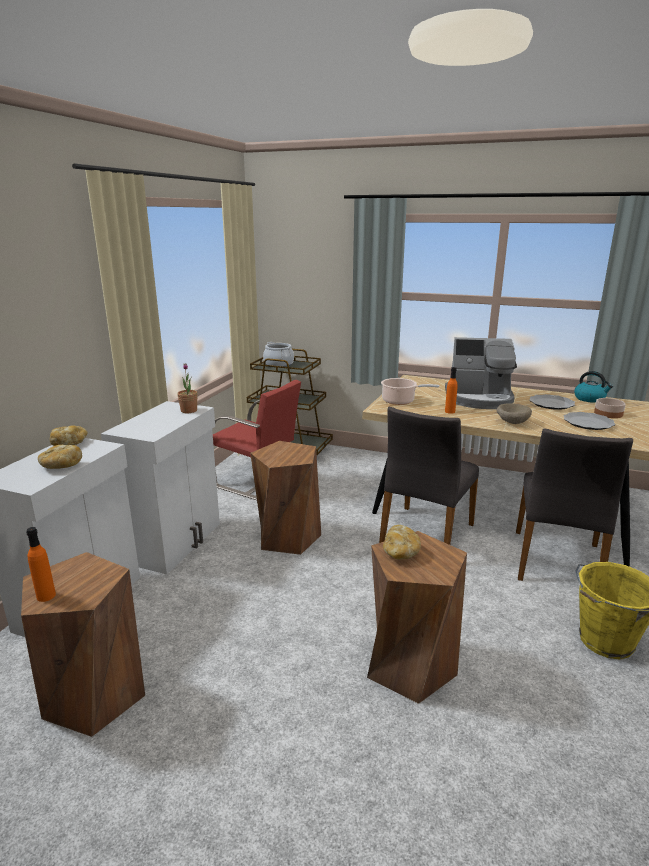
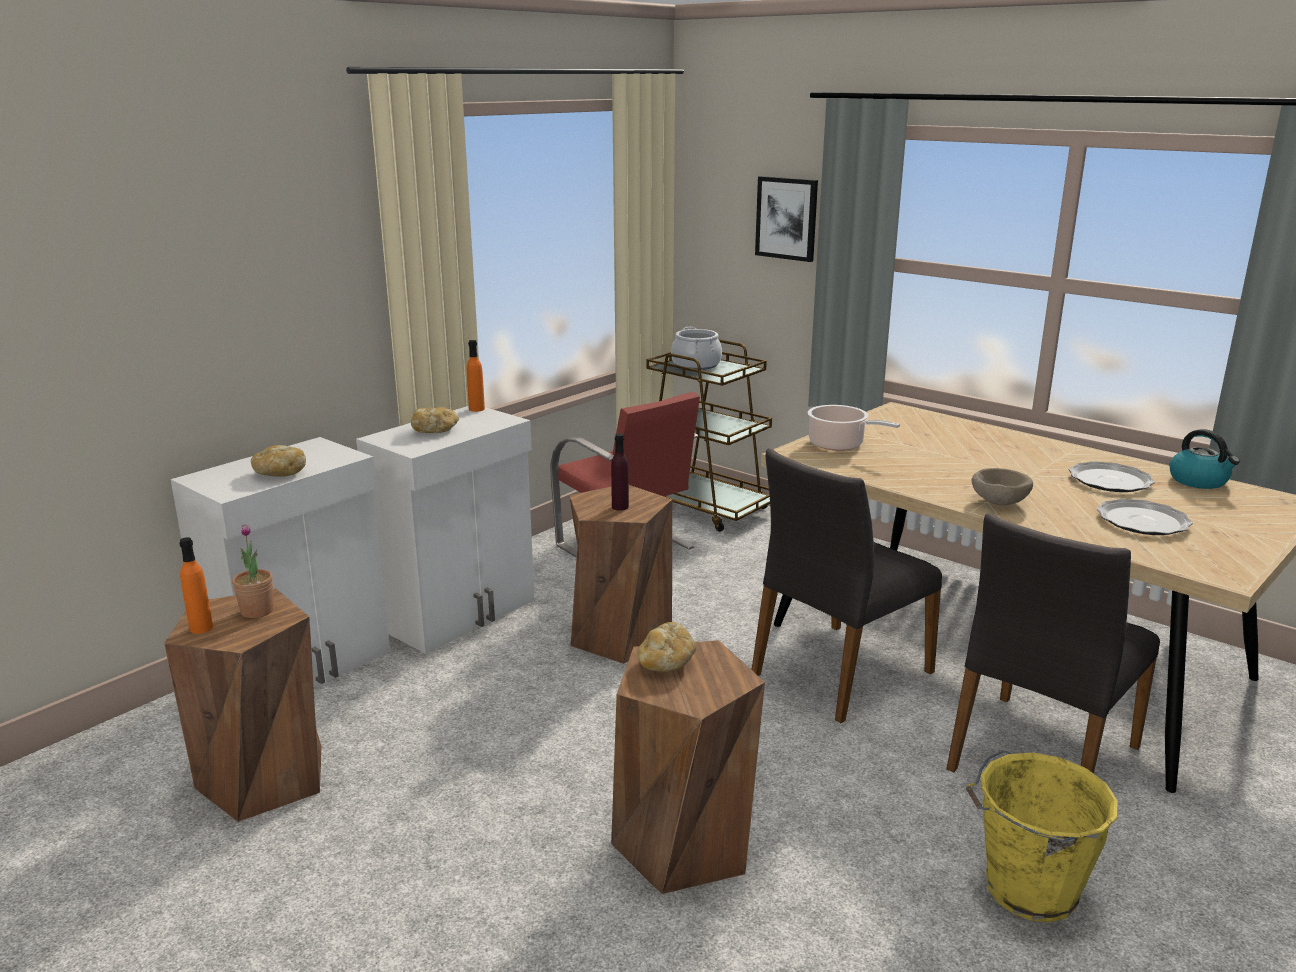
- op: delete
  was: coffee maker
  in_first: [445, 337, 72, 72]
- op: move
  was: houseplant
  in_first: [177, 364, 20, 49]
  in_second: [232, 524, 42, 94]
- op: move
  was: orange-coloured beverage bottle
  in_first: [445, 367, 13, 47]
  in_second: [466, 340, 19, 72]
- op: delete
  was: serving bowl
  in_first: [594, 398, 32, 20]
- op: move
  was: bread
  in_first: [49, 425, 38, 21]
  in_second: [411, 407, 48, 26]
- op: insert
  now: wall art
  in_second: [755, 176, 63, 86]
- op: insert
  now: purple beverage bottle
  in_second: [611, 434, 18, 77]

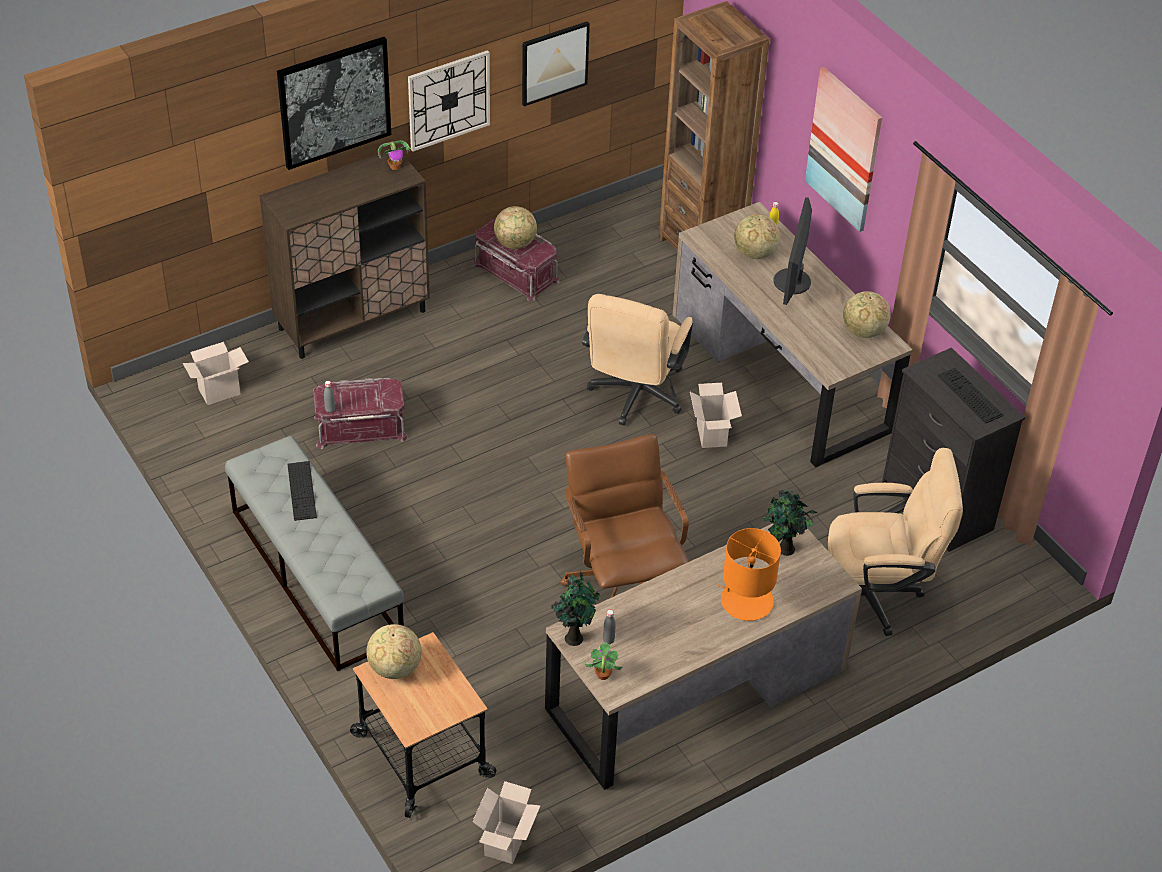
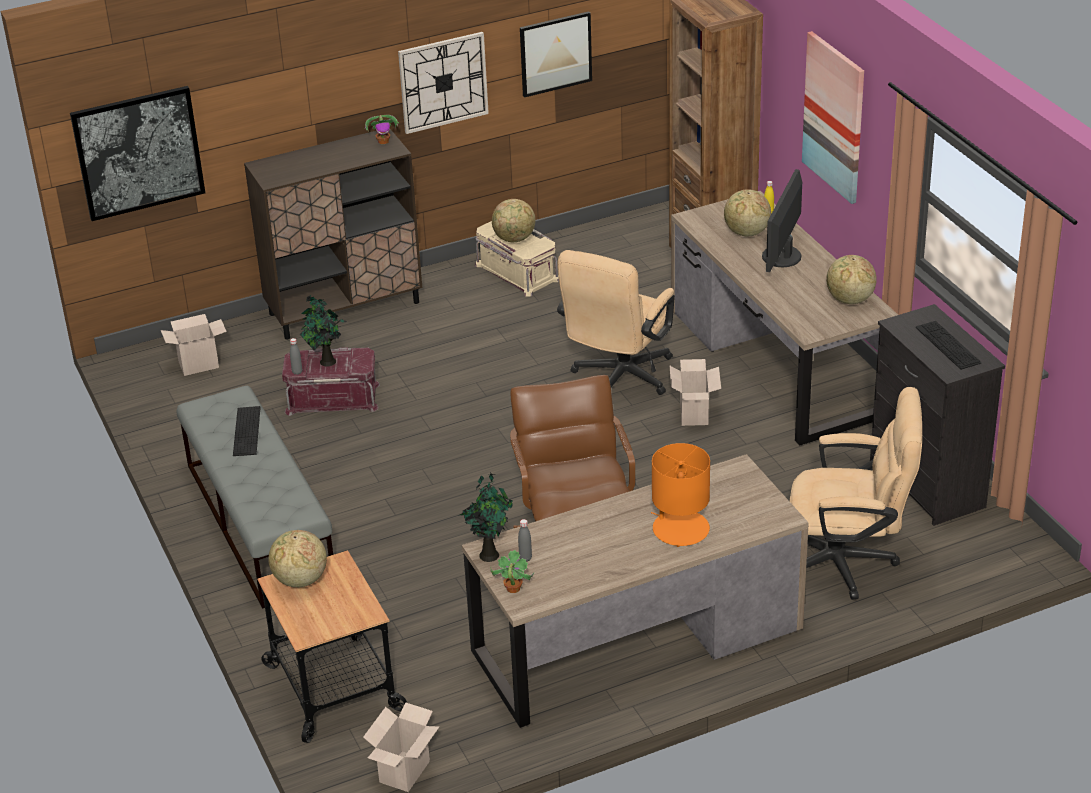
- op: move
  was: wall art
  in_first: [277, 37, 114, 133]
  in_second: [70, 86, 135, 135]
- op: recolor
  was: red storage box
  now: beige storage box
  in_first: [472, 218, 88, 83]
  in_second: [475, 221, 84, 75]
- op: move
  was: houseplant
  in_first: [764, 489, 53, 67]
  in_second: [300, 295, 47, 72]

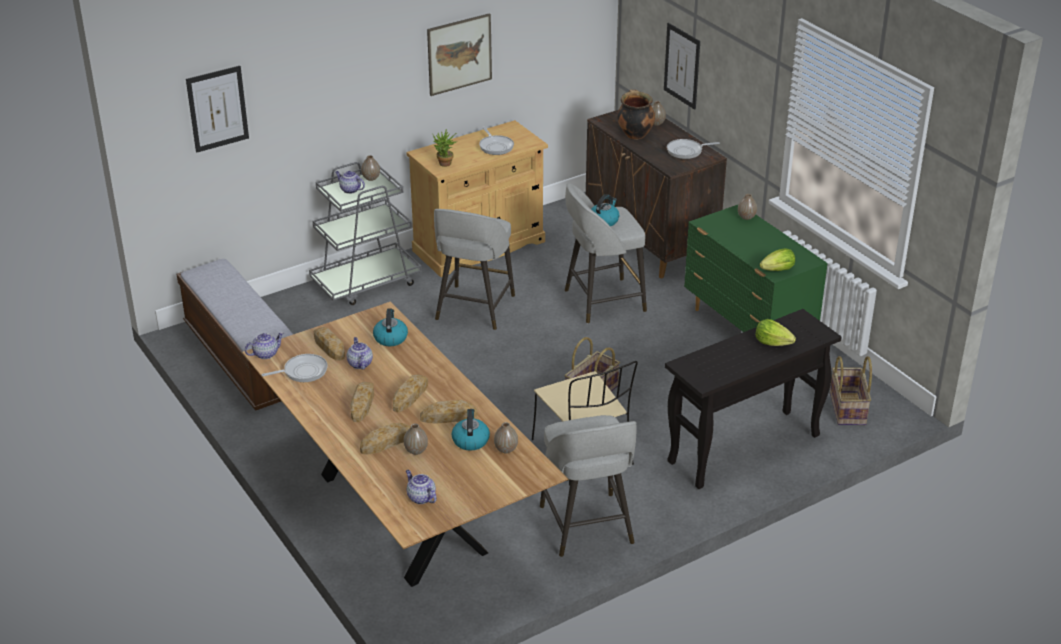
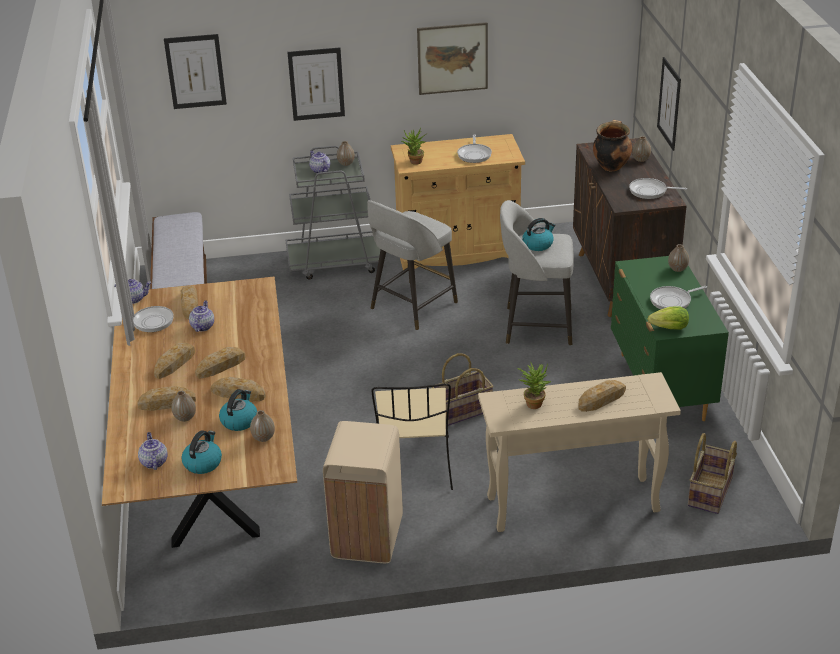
- op: move
  was: tea kettle
  in_first: [373, 308, 35, 38]
  in_second: [182, 431, 40, 43]
- op: recolor
  was: blackish console table
  now: beige console table
  in_first: [665, 309, 177, 180]
  in_second: [478, 372, 203, 160]
- op: replace
  was: lettuce head
  now: bread
  in_first: [755, 319, 41, 27]
  in_second: [578, 380, 48, 32]
- op: replace
  was: grey stool
  now: beige rubbish bin
  in_first: [540, 415, 97, 142]
  in_second: [323, 421, 80, 142]
- op: insert
  now: wall art
  in_second: [287, 47, 58, 74]
- op: insert
  now: frying pan
  in_second: [650, 286, 57, 23]
- op: insert
  now: houseplant
  in_second: [518, 361, 33, 48]

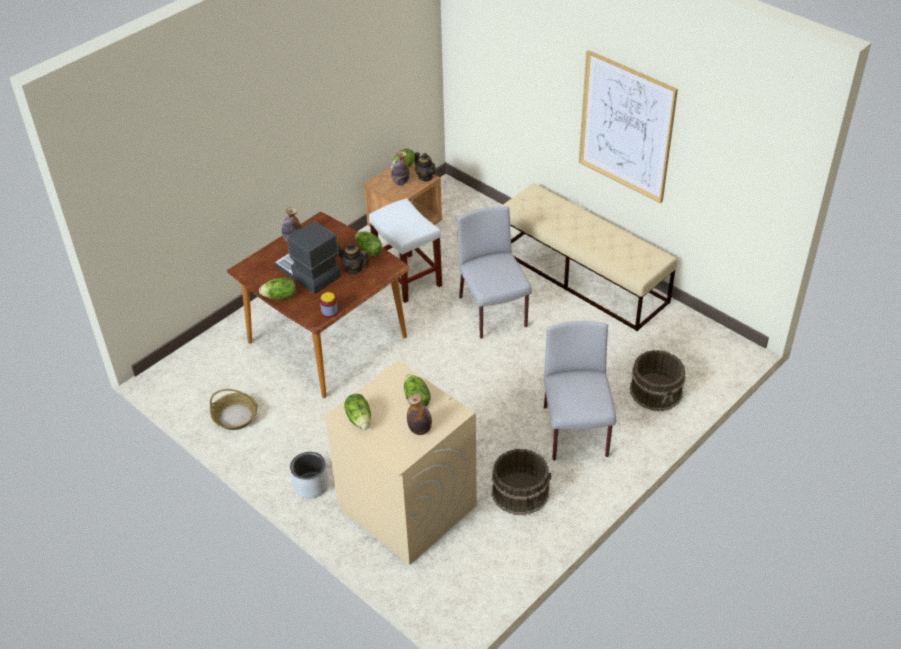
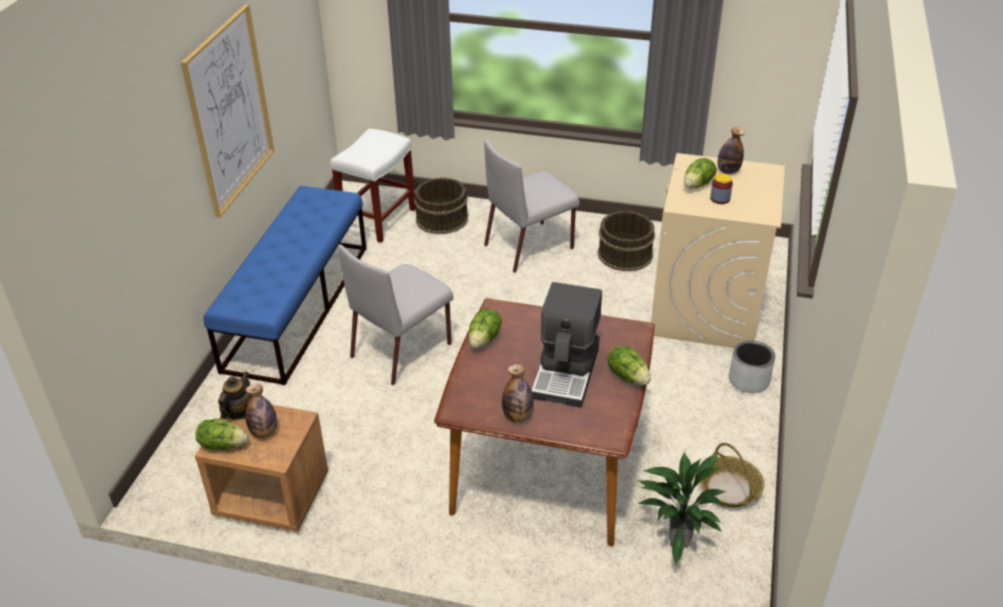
- op: recolor
  was: beige bench
  now: blue bench
  in_first: [500, 183, 177, 148]
  in_second: [204, 186, 163, 199]
- op: move
  was: whitish stool
  in_first: [369, 198, 73, 105]
  in_second: [331, 128, 85, 115]
- op: delete
  was: pot for tea
  in_first: [337, 243, 32, 32]
- op: move
  was: preserve jar
  in_first: [320, 292, 18, 25]
  in_second: [710, 173, 23, 31]
- op: delete
  was: lettuce head
  in_first: [344, 394, 27, 36]
- op: insert
  now: houseplant
  in_second: [638, 452, 89, 114]

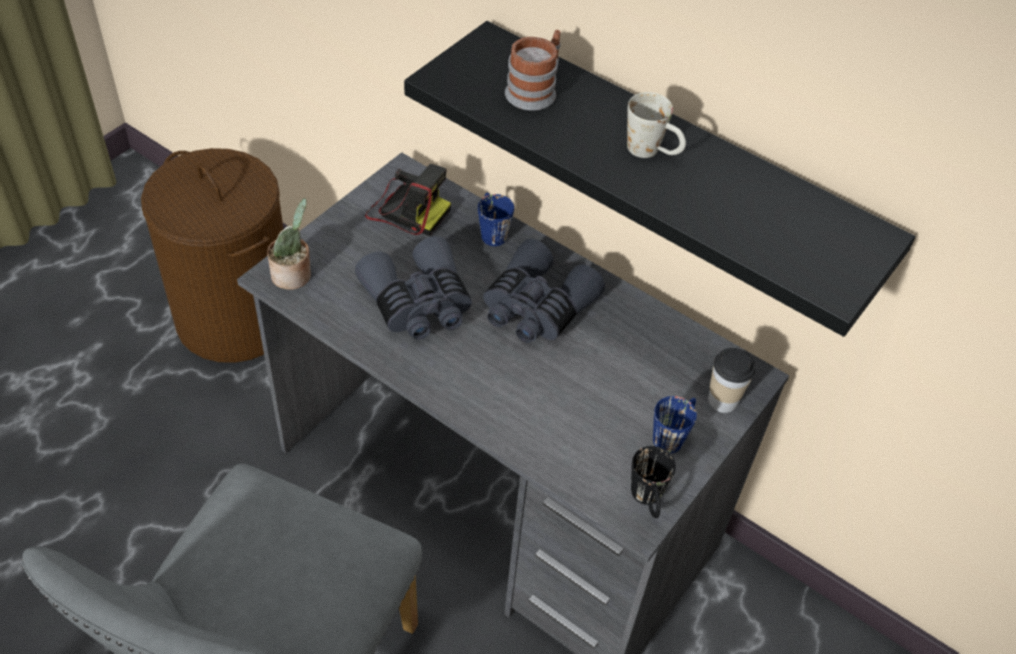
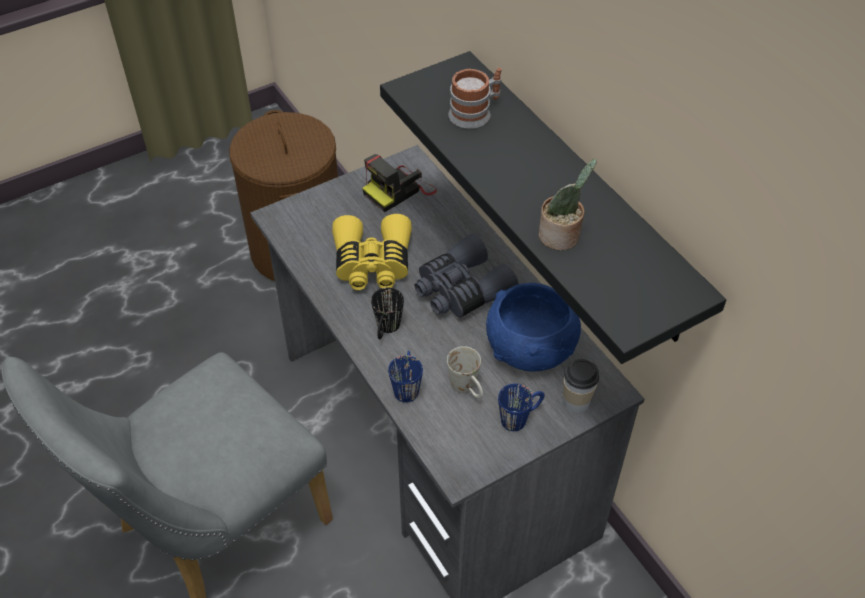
- op: move
  was: whitish coffee mug
  in_first: [627, 92, 59, 66]
  in_second: [447, 346, 36, 53]
- op: rotate
  was: photo camera
  in_first: [365, 164, 86, 72]
  in_second: [362, 154, 75, 58]
  clockwise: 90
- op: move
  was: blue coffee mug
  in_first: [478, 193, 36, 53]
  in_second: [388, 351, 35, 52]
- op: move
  was: houseplant
  in_first: [267, 198, 44, 92]
  in_second: [539, 158, 58, 92]
- op: recolor
  was: grey binoculars
  now: yellow-coloured binoculars
  in_first: [355, 236, 117, 104]
  in_second: [332, 214, 80, 76]
- op: move
  was: blackish coffee mug
  in_first: [631, 446, 45, 72]
  in_second: [371, 287, 33, 53]
- op: insert
  now: blue serving bowl
  in_second: [486, 283, 95, 89]

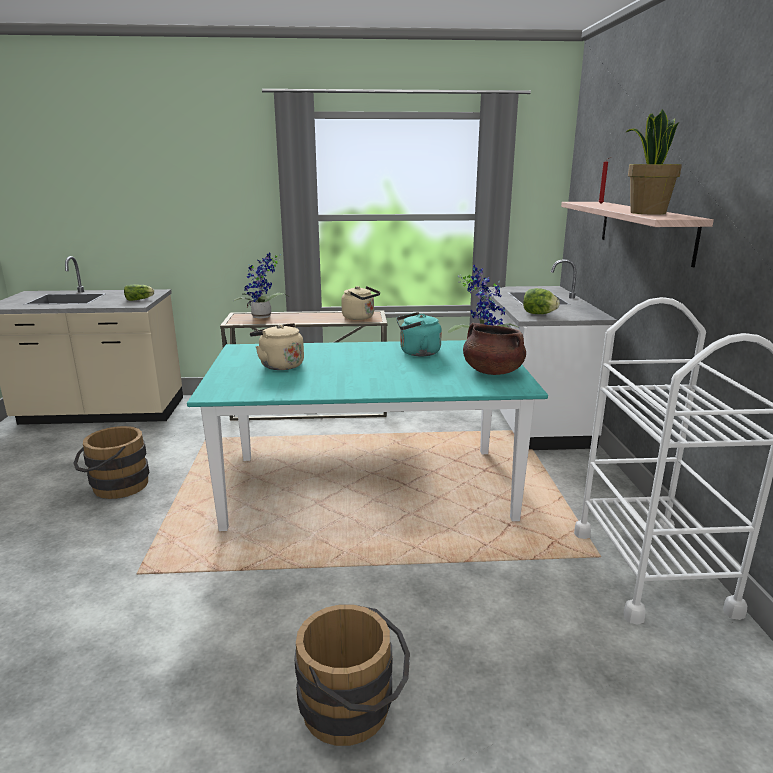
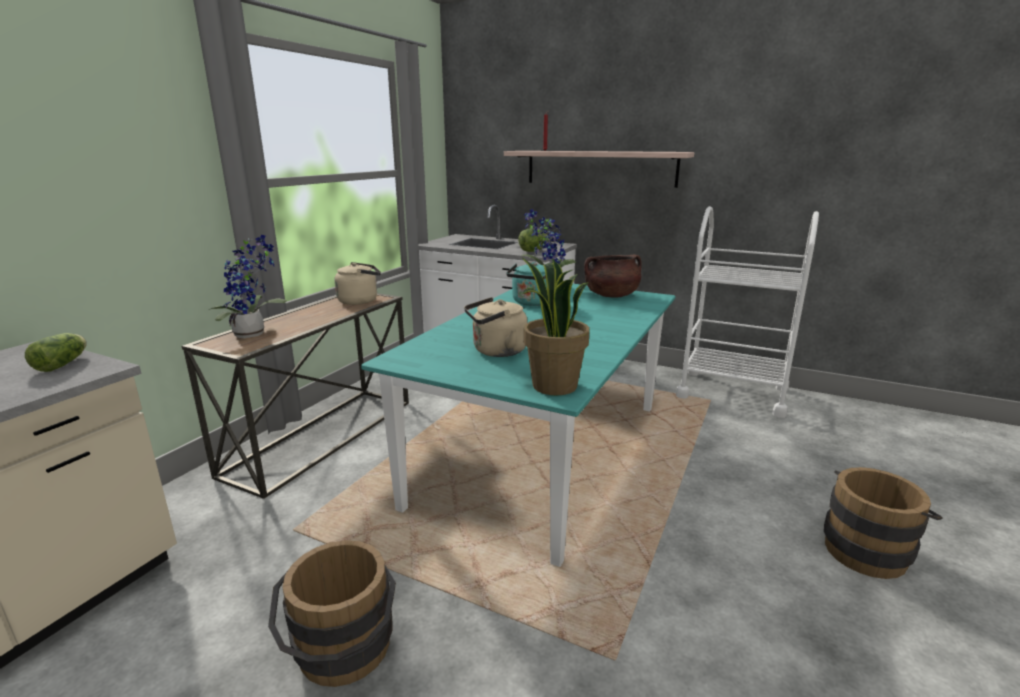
- op: move
  was: houseplant
  in_first: [625, 109, 57, 106]
  in_second: [522, 258, 68, 137]

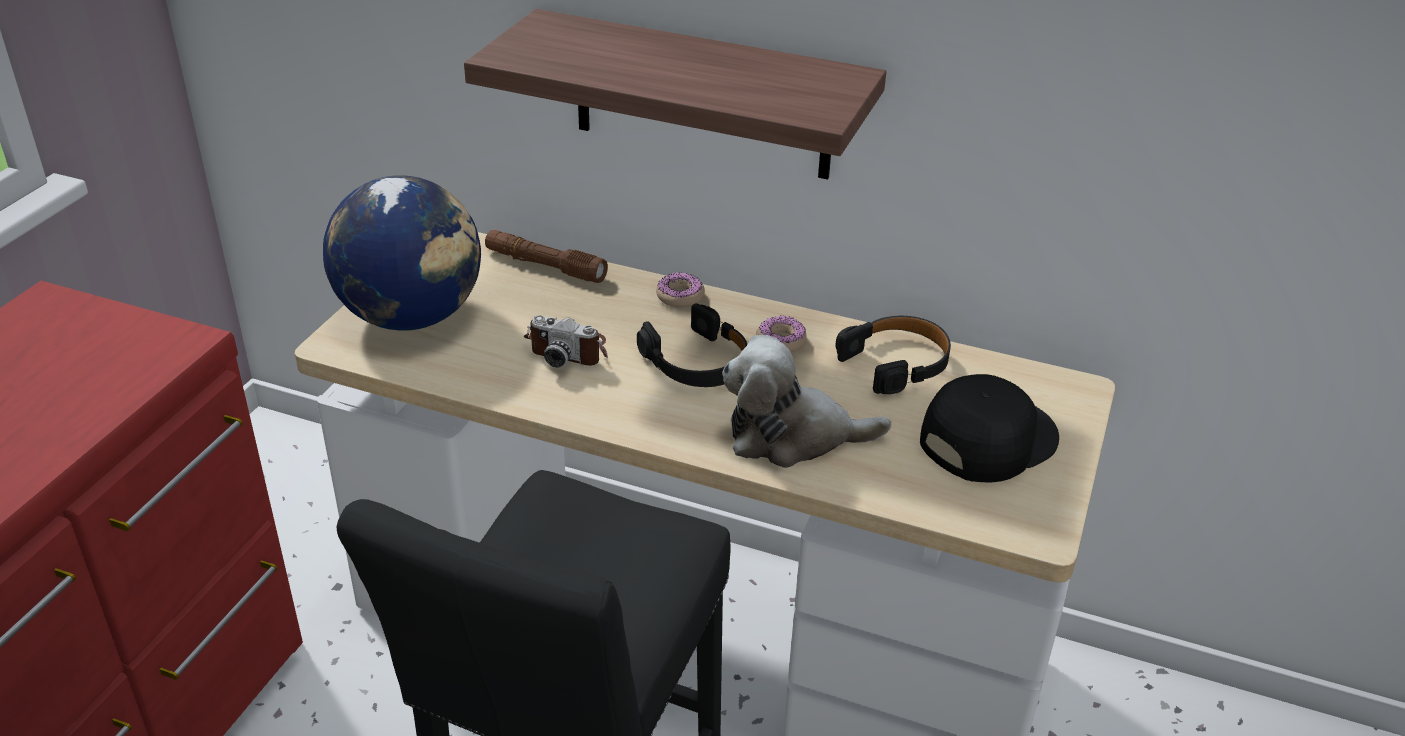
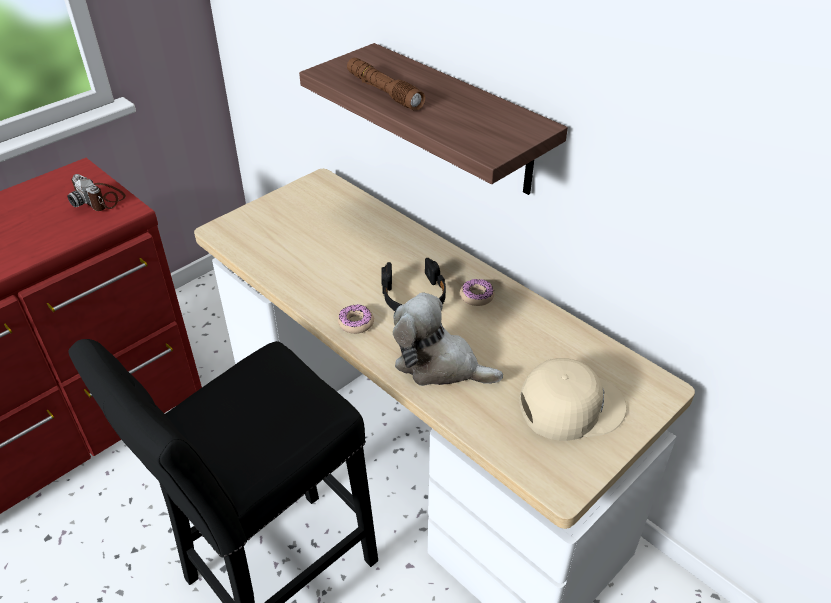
- op: delete
  was: world globe
  in_first: [323, 175, 158, 156]
- op: move
  was: brown flashlight
  in_first: [485, 230, 123, 53]
  in_second: [347, 57, 78, 53]
- op: move
  was: donut
  in_first: [656, 272, 49, 35]
  in_second: [338, 304, 36, 30]
- op: move
  was: photo camera
  in_first: [524, 315, 84, 53]
  in_second: [67, 174, 59, 37]
- op: delete
  was: blackish headset
  in_first: [835, 316, 116, 78]
- op: recolor
  was: blackish cap
  now: beige cap
  in_first: [920, 374, 139, 108]
  in_second: [519, 358, 108, 83]

